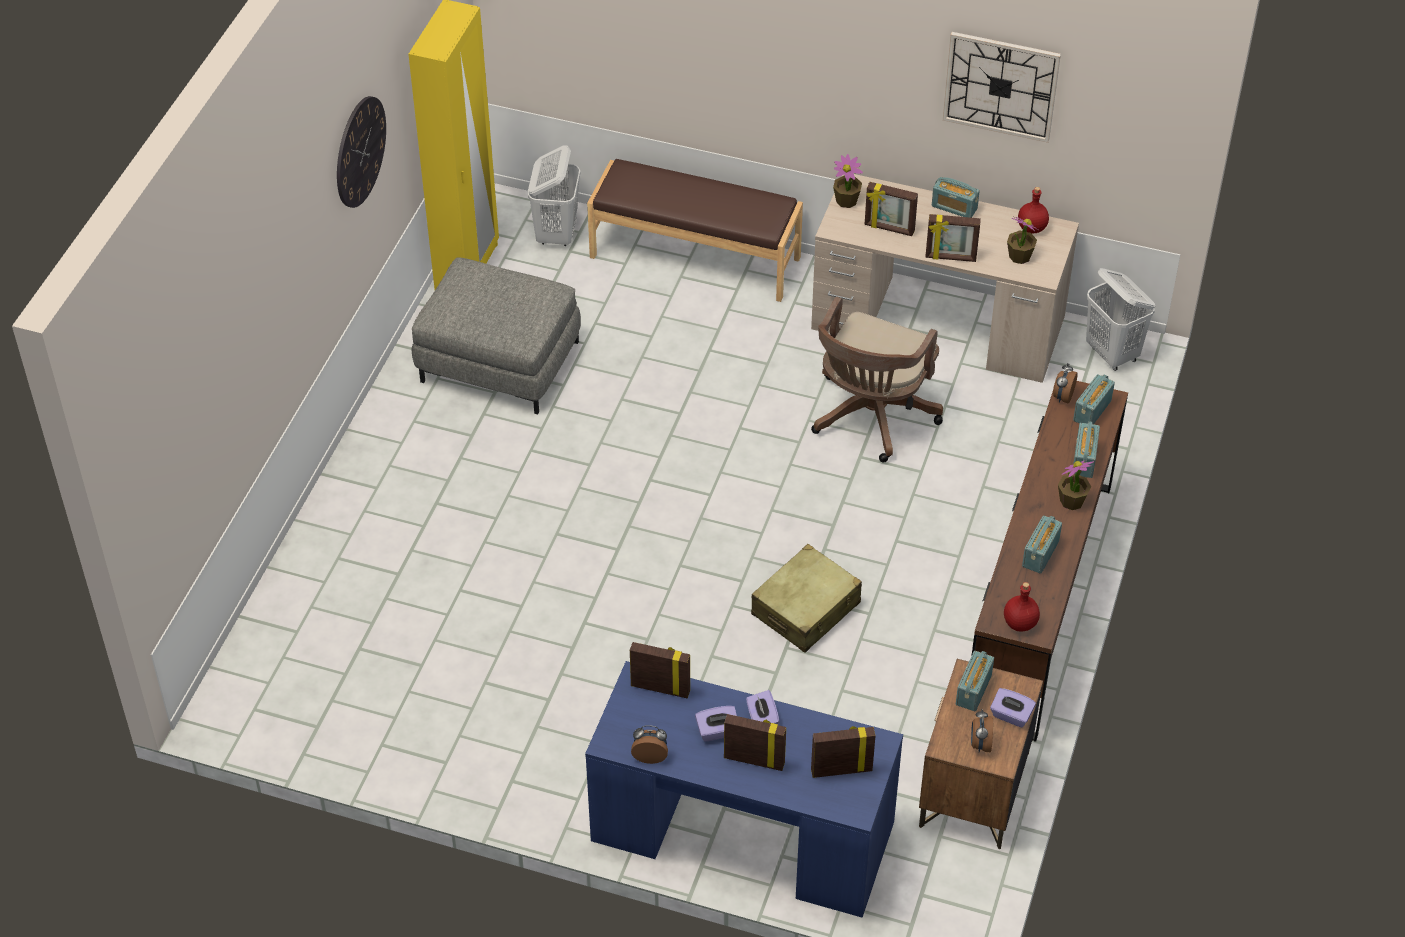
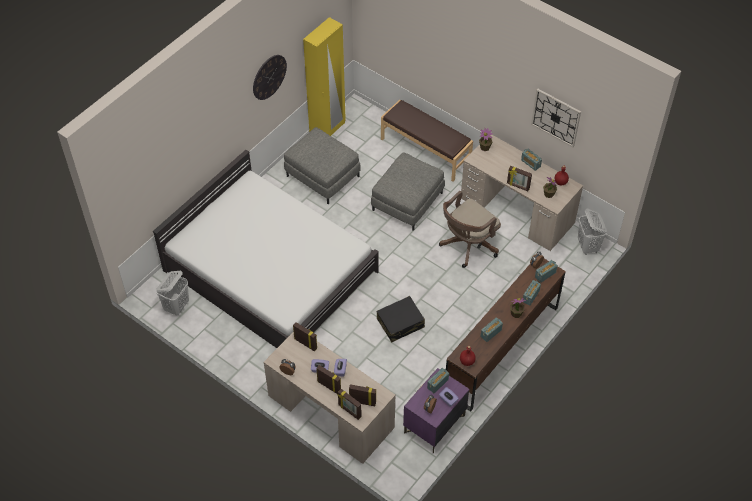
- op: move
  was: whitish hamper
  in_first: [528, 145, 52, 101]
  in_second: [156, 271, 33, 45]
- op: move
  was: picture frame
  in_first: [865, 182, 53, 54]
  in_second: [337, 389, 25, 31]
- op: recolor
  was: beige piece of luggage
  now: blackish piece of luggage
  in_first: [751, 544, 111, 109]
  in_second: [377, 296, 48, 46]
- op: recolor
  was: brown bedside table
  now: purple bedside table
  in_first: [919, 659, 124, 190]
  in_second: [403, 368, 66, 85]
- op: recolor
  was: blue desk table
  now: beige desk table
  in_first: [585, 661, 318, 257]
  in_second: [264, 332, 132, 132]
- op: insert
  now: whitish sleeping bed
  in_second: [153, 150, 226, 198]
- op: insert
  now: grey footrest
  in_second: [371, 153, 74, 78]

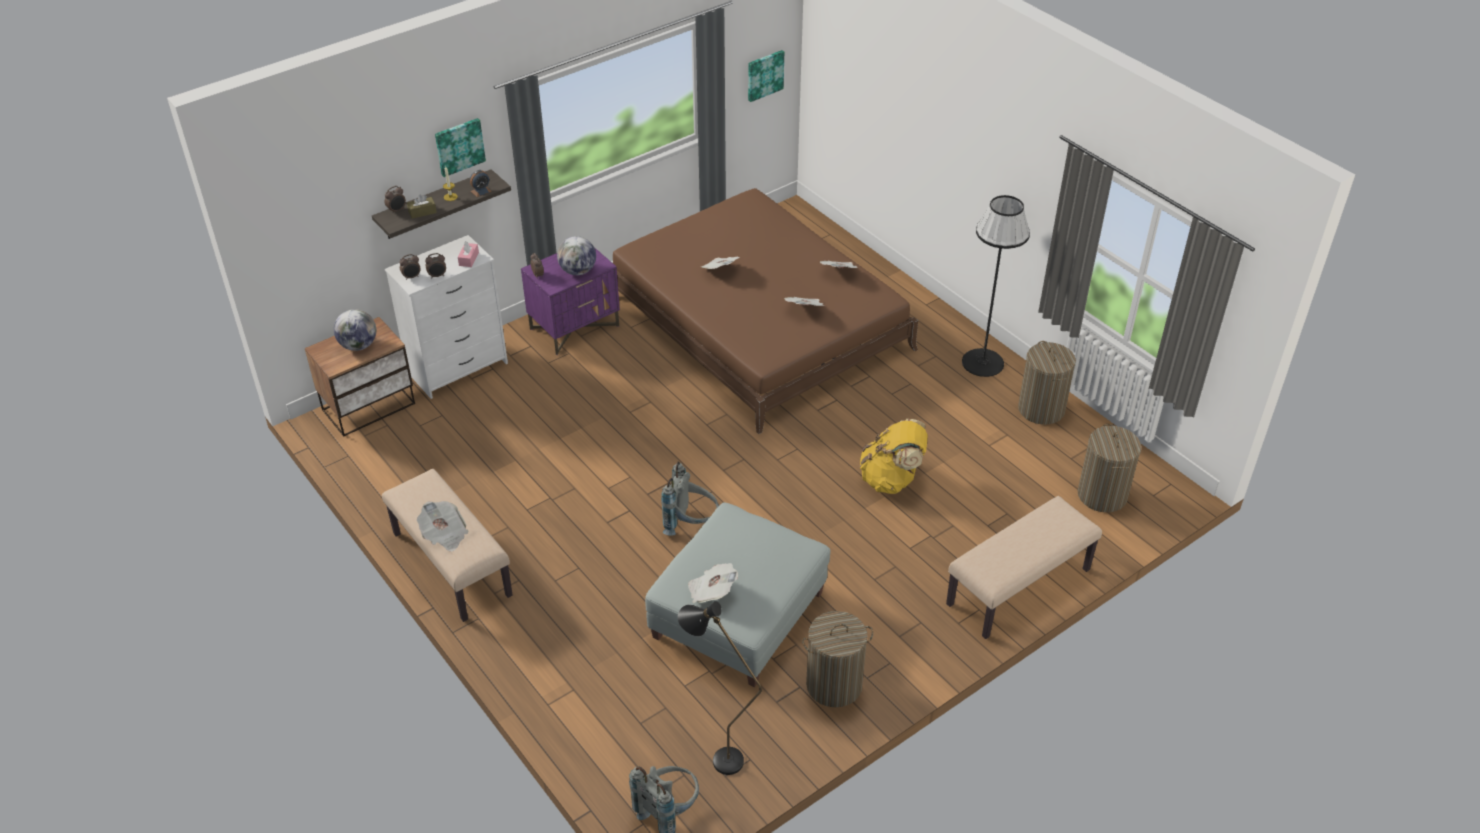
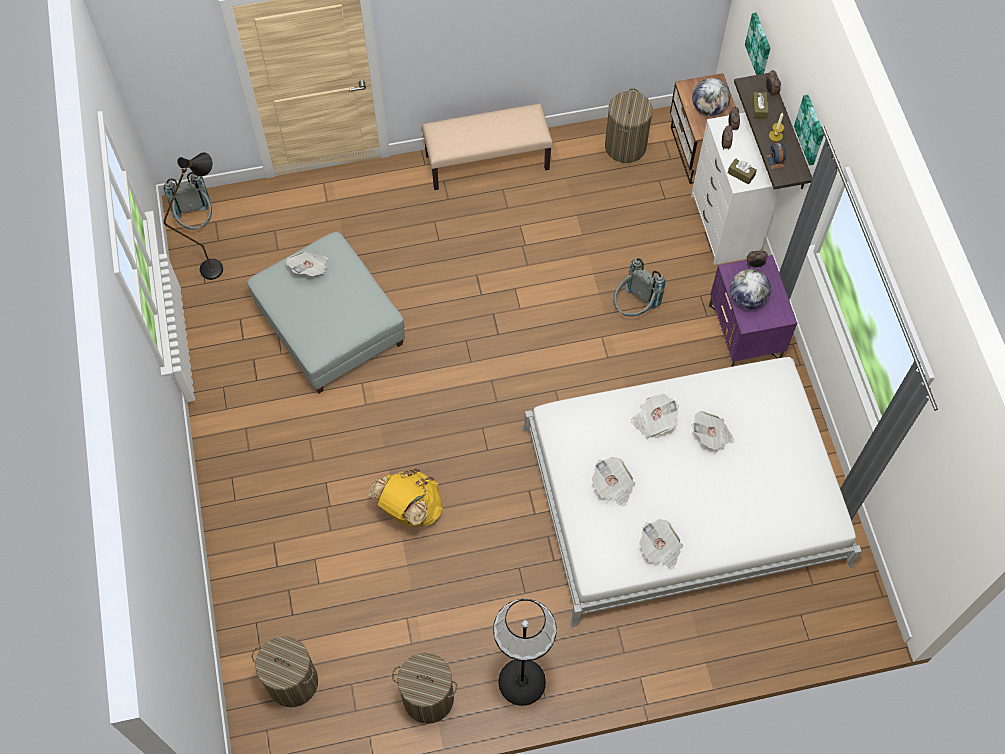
- op: move
  was: wall art
  in_first: [748, 50, 36, 52]
  in_second: [745, 13, 26, 62]
- op: recolor
  was: brown sleeping bed
  now: whitish sleeping bed
  in_first: [613, 188, 305, 246]
  in_second: [522, 357, 340, 271]
- op: recolor
  was: pinkish tissue holder
  now: brown tissue holder
  in_first: [458, 241, 21, 26]
  in_second: [728, 158, 29, 27]
- op: move
  was: grey rucksack
  in_first: [661, 462, 58, 74]
  in_second: [613, 258, 53, 59]
- op: delete
  was: beige bench
  in_first: [946, 496, 156, 143]
- op: move
  was: daily paper
  in_first: [417, 501, 52, 51]
  in_second: [631, 394, 48, 45]
- op: move
  was: hamper
  in_first: [802, 611, 71, 96]
  in_second: [605, 88, 48, 75]

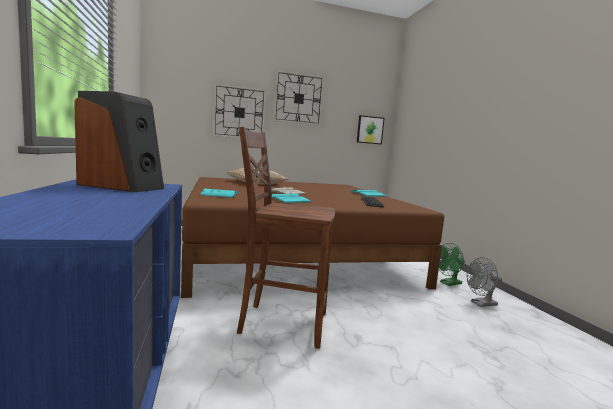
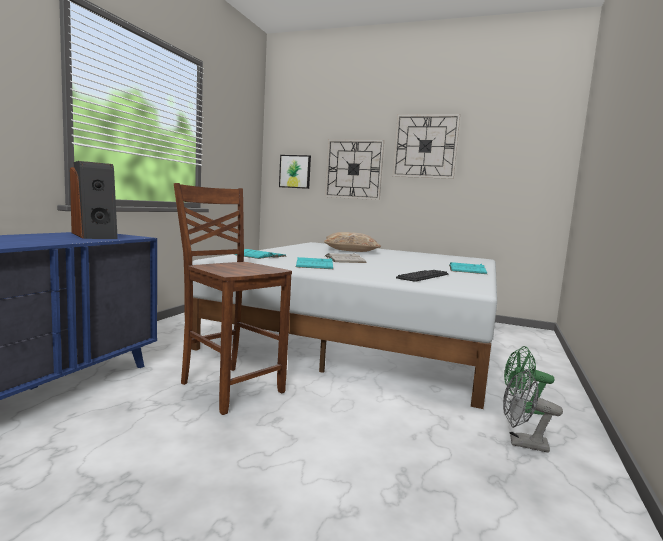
- op: move
  was: wall art
  in_first: [357, 115, 28, 29]
  in_second: [279, 155, 32, 34]
- op: recolor
  was: brown sleeping bed
  now: whitish sleeping bed
  in_first: [181, 177, 263, 121]
  in_second: [191, 242, 306, 167]

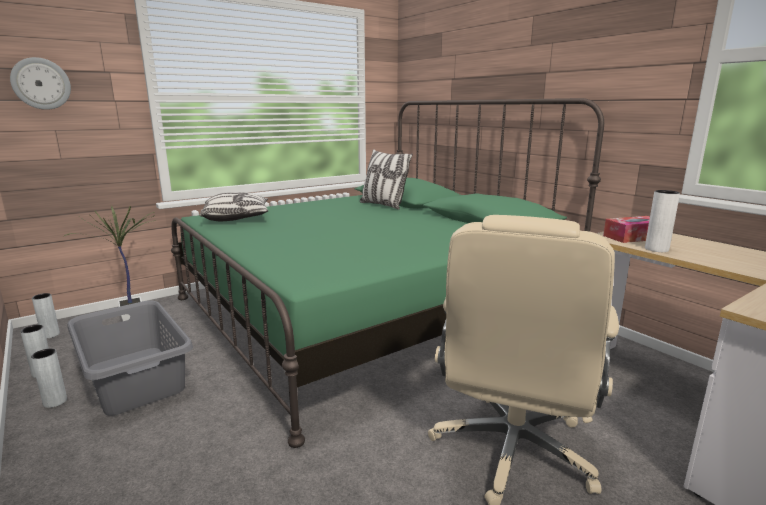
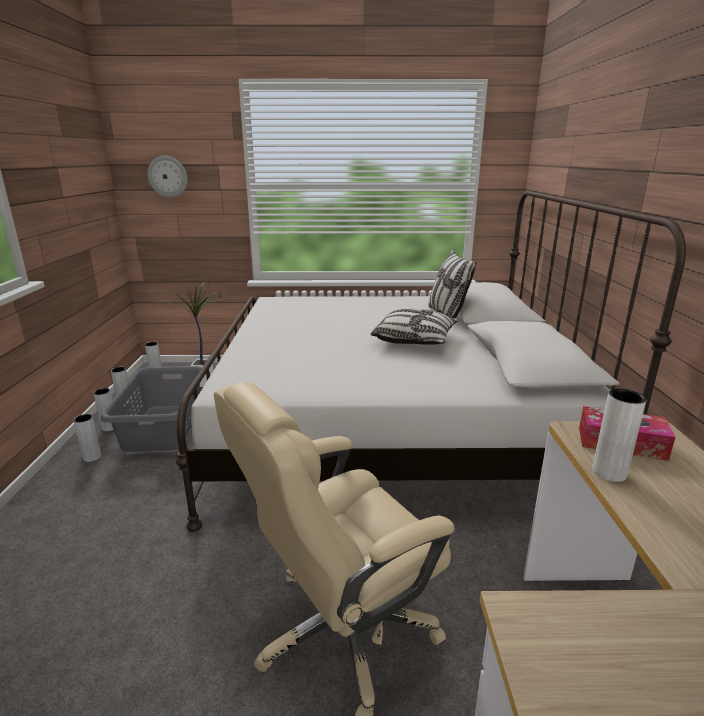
- op: recolor
  was: green sleeping bed
  now: whitish sleeping bed
  in_first: [171, 98, 433, 350]
  in_second: [176, 191, 510, 341]
- op: move
  was: throw pillow
  in_first: [200, 192, 68, 29]
  in_second: [370, 308, 89, 37]
- op: insert
  now: grey vase
  in_second: [74, 414, 27, 48]

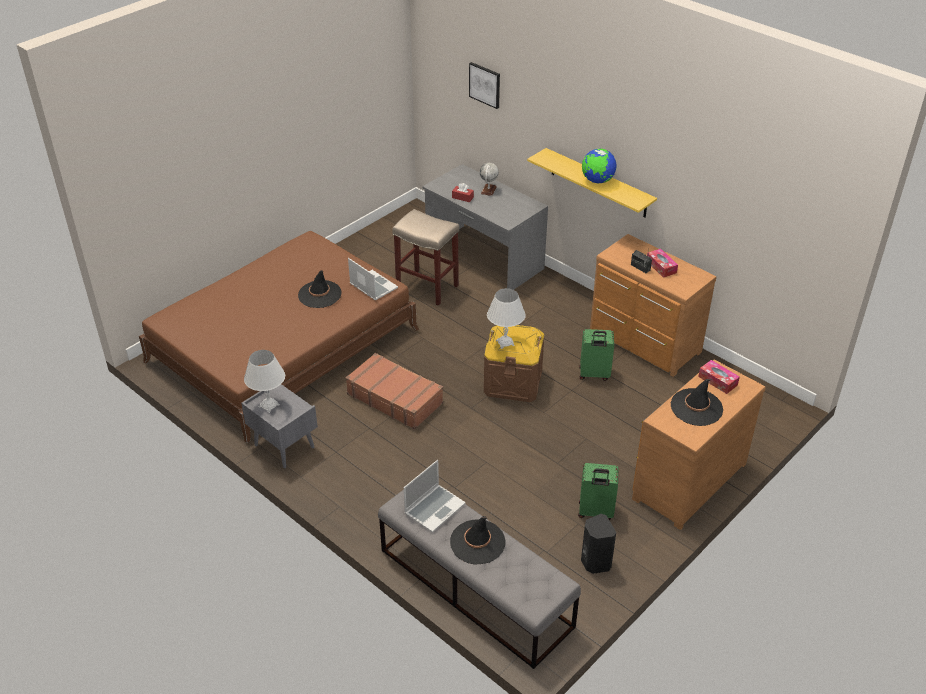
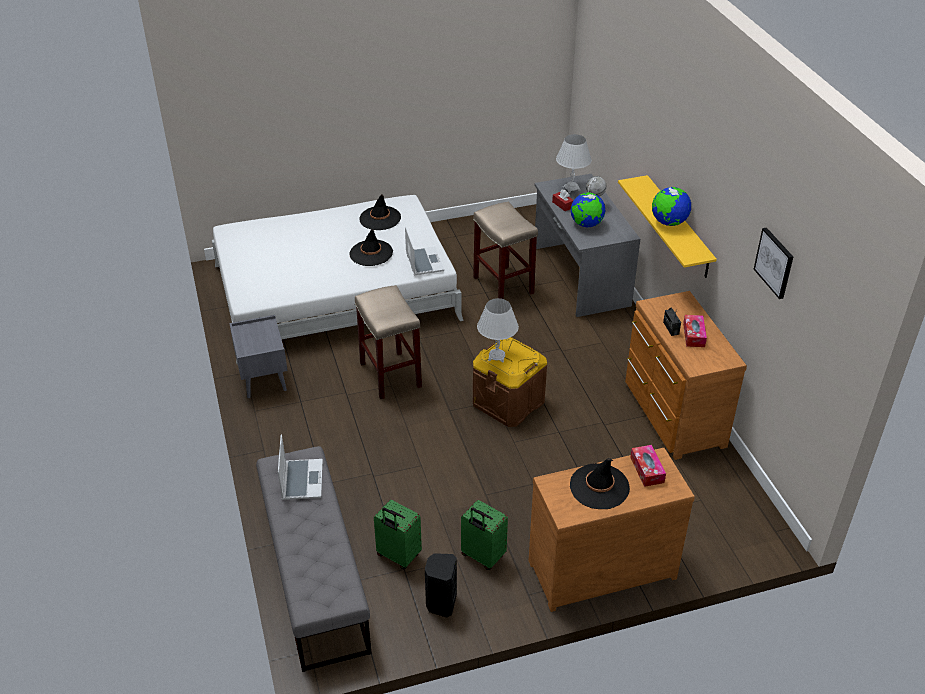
- op: move
  was: wall art
  in_first: [469, 62, 31, 47]
  in_second: [754, 227, 39, 72]
- op: recolor
  was: brown sleeping bed
  now: whitish sleeping bed
  in_first: [139, 231, 280, 212]
  in_second: [212, 195, 252, 170]
- op: move
  was: green piece of luggage
  in_first: [579, 329, 35, 52]
  in_second: [374, 500, 48, 69]
- op: move
  was: whitish table lamp
  in_first: [244, 350, 41, 63]
  in_second: [556, 134, 36, 59]
- op: replace
  was: brown piece of luggage
  now: beige stool
  in_first: [345, 353, 98, 77]
  in_second: [355, 285, 67, 114]
- op: rotate
  was: portable computer
  in_first: [404, 460, 62, 73]
  in_second: [278, 434, 45, 66]
  clockwise: -75
- op: move
  was: blackish clothing hat
  in_first: [450, 516, 56, 48]
  in_second: [359, 194, 42, 36]
- op: insert
  now: world globe
  in_second: [571, 192, 34, 35]

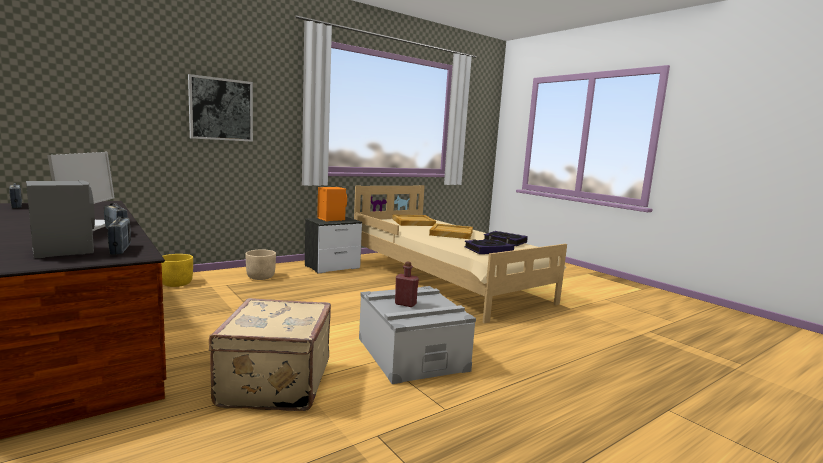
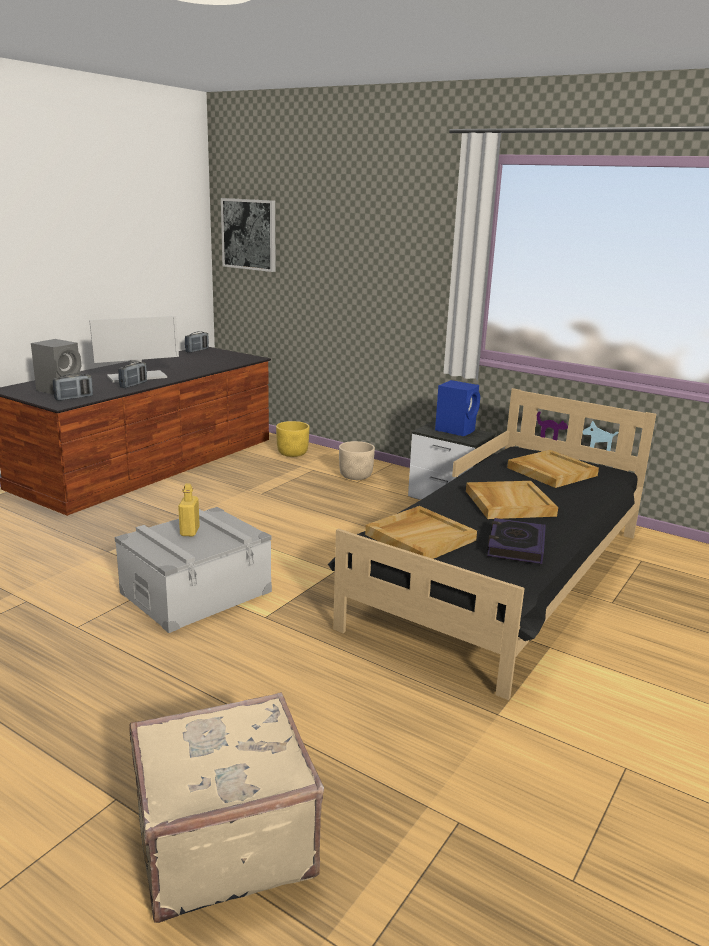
- op: move
  was: wall art
  in_first: [188, 74, 65, 68]
  in_second: [221, 198, 54, 74]
- op: recolor
  was: beige sleeping bed
  now: blackish sleeping bed
  in_first: [354, 185, 213, 139]
  in_second: [328, 388, 328, 312]
- op: recolor
  was: orange-coloured speaker
  now: blue speaker
  in_first: [317, 187, 30, 34]
  in_second: [435, 380, 45, 56]
- op: replace
  was: book
  now: beige carrying tray
  in_first: [464, 239, 50, 15]
  in_second: [365, 506, 112, 53]
- op: recolor
  was: red beverage bottle
  now: yellow-coloured beverage bottle
  in_first: [395, 262, 24, 45]
  in_second: [178, 483, 22, 53]
- op: move
  was: beige piece of luggage
  in_first: [209, 298, 122, 113]
  in_second: [129, 692, 195, 231]

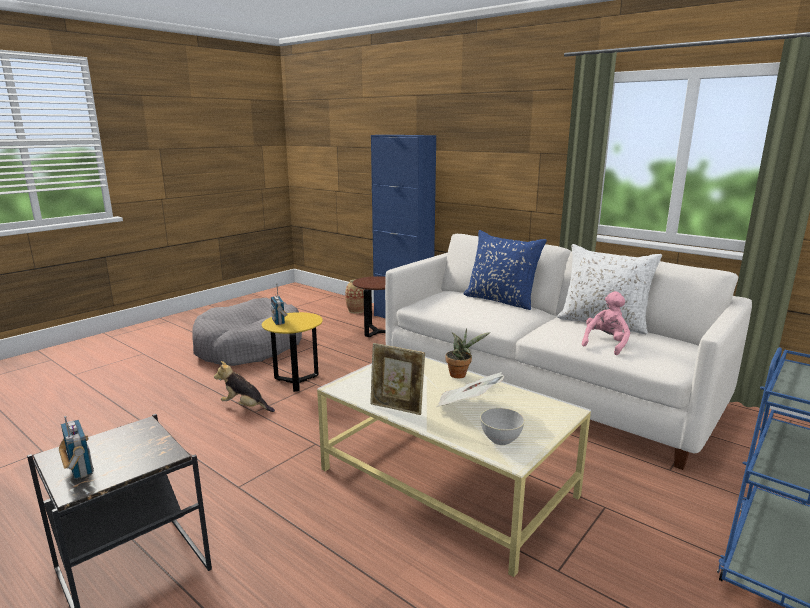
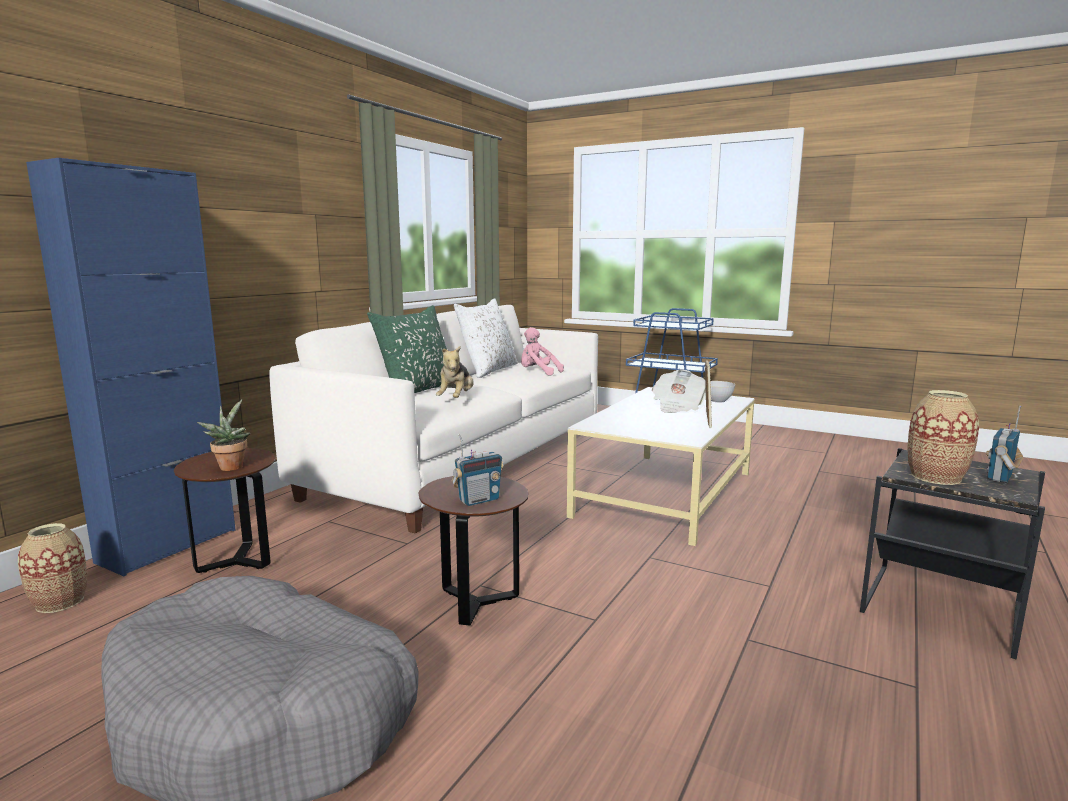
- op: recolor
  was: blue throw pillow
  now: green throw pillow
  in_first: [464, 230, 83, 80]
  in_second: [367, 305, 80, 88]
- op: recolor
  was: yellow-coloured accent table
  now: brown accent table
  in_first: [262, 312, 61, 80]
  in_second: [419, 476, 109, 150]
- op: move
  was: houseplant
  in_first: [446, 328, 44, 50]
  in_second: [197, 399, 53, 72]
- op: move
  was: cuddly toy
  in_first: [214, 361, 61, 51]
  in_second: [436, 346, 38, 52]
- op: insert
  now: vase
  in_second: [908, 390, 71, 95]

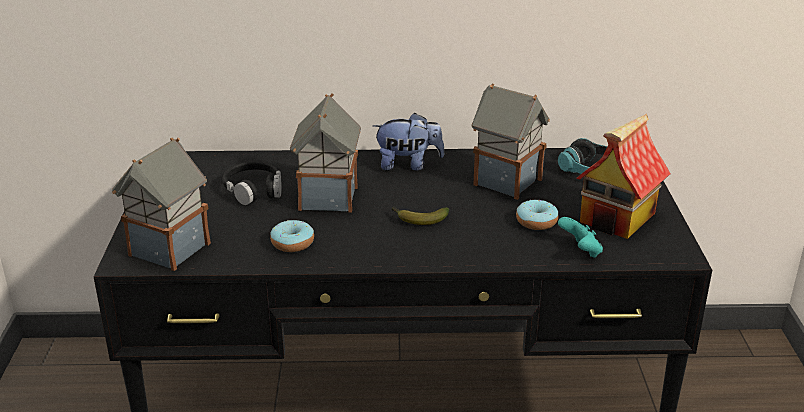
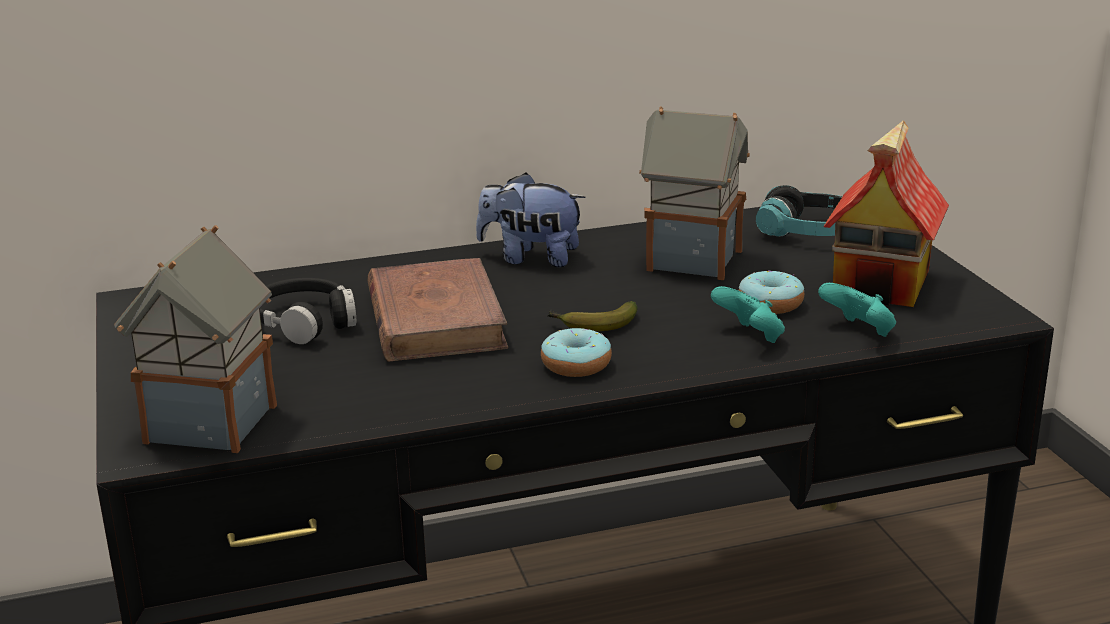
- op: replace
  was: toy house
  now: brown book
  in_first: [290, 93, 71, 120]
  in_second: [367, 258, 141, 104]
- op: rotate
  was: cuddly toy
  in_first: [373, 113, 72, 58]
  in_second: [476, 172, 109, 95]
  clockwise: -150
- op: move
  was: donut
  in_first: [270, 220, 44, 32]
  in_second: [541, 328, 71, 49]
- op: insert
  now: blue-green game controller
  in_second: [711, 286, 74, 57]

